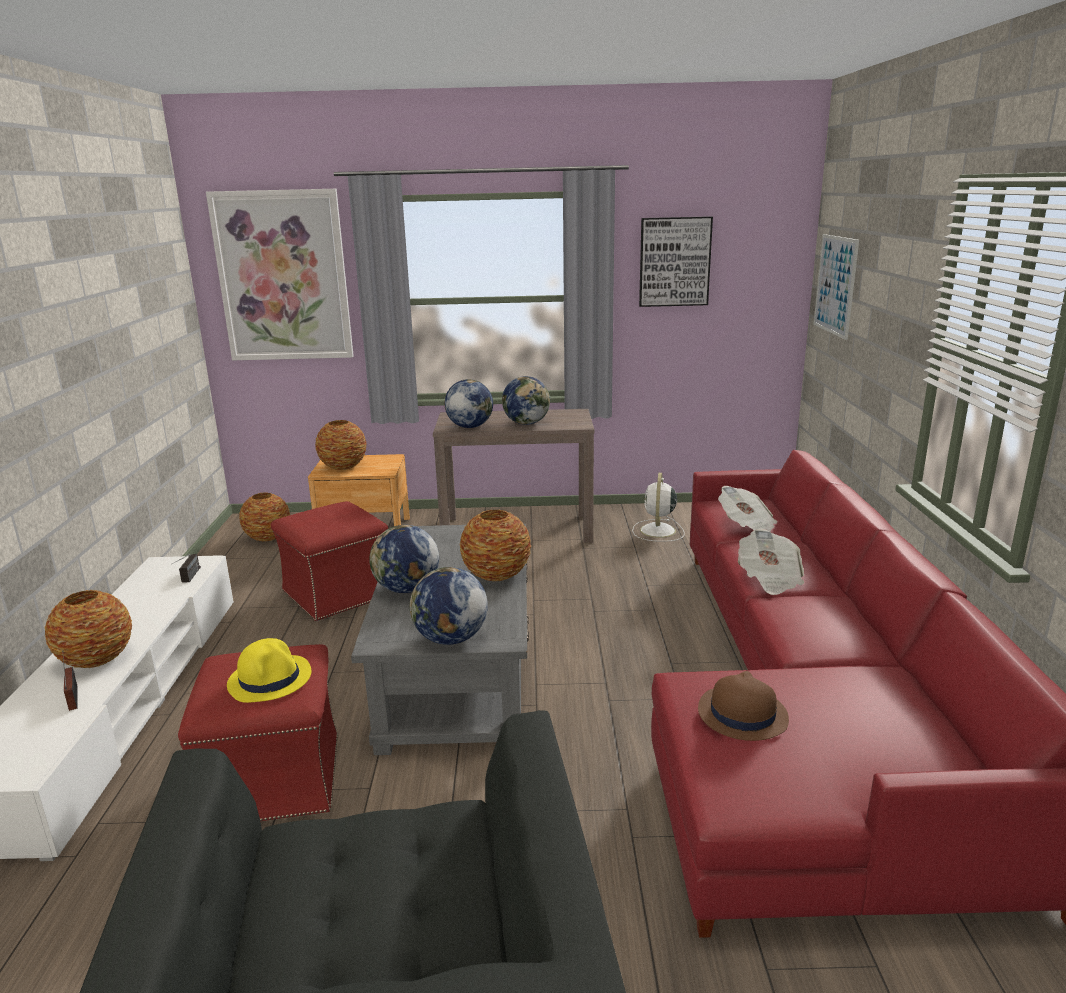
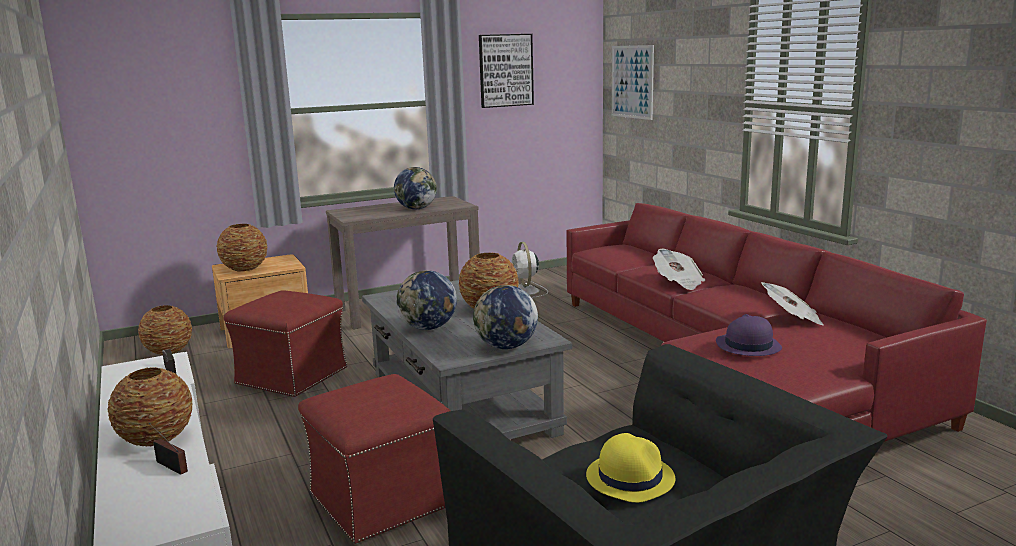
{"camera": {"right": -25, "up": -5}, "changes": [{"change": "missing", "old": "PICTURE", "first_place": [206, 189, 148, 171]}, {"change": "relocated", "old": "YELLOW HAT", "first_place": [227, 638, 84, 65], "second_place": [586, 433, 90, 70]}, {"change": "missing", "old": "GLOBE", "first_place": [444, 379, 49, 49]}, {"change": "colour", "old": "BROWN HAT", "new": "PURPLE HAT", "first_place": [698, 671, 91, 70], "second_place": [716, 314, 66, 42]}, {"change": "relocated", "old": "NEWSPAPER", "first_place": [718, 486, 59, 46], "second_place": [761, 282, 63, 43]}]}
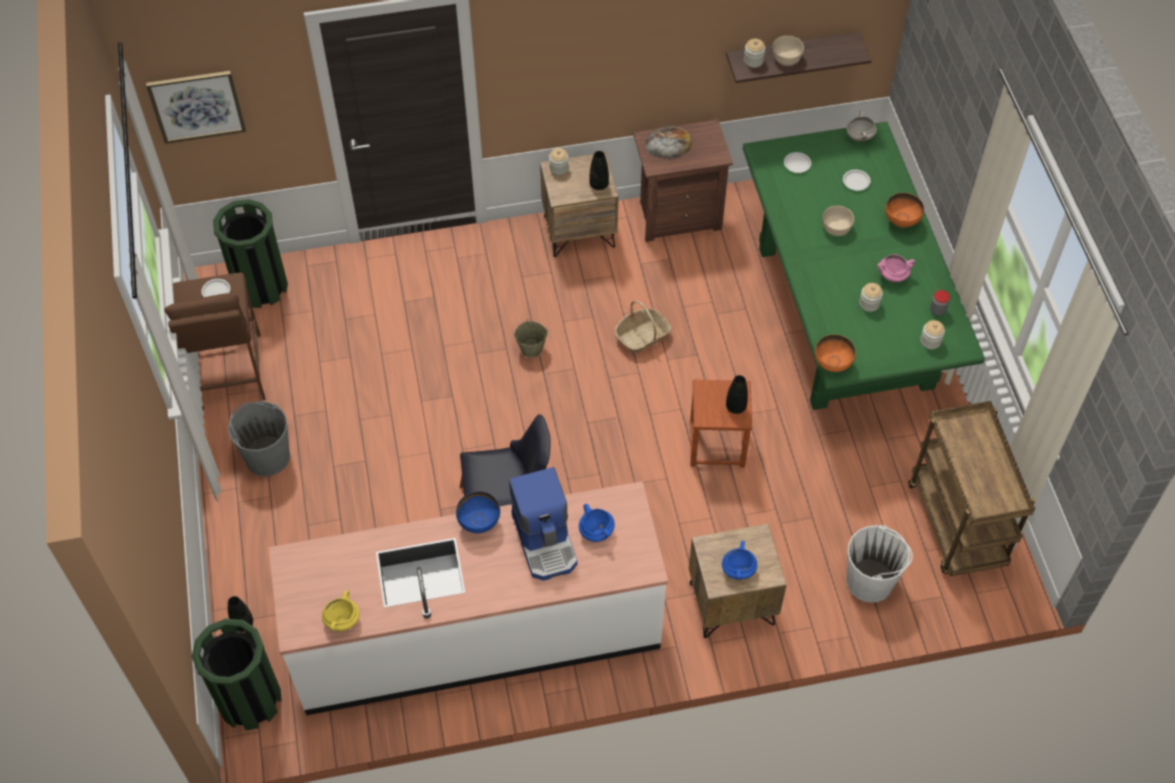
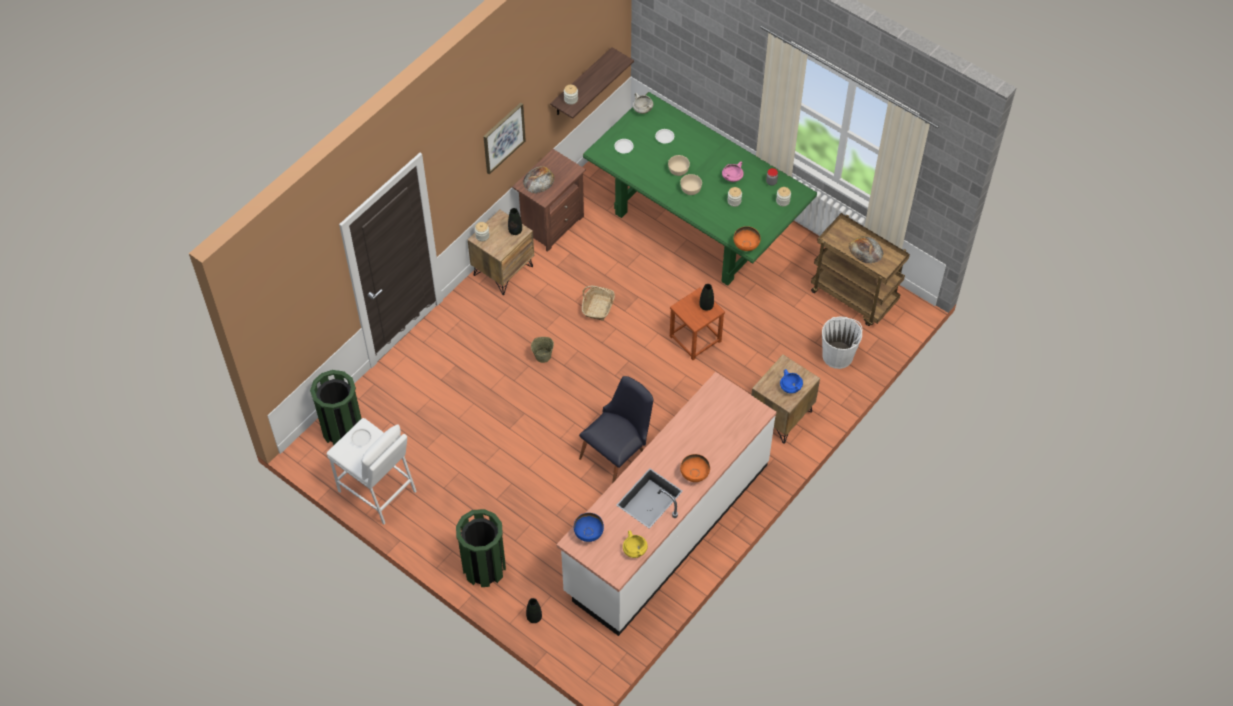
{"camera": {"right": -40, "up": 0}, "changes": [{"change": "relocated", "old": "PICTURE", "first_place": [146, 71, 100, 73], "second_place": [483, 103, 43, 71]}, {"change": "colour", "old": "BROWN STOOL", "new": "WHITE STOOL", "first_place": [164, 272, 102, 138], "second_place": [327, 418, 90, 106]}, {"change": "relocated", "old": "GREEN TRASH CAN", "first_place": [191, 619, 91, 111], "second_place": [456, 509, 50, 78]}, {"change": "missing", "old": "GREY BUCKET", "first_place": [228, 401, 62, 75]}, {"change": "relocated", "old": "BLUE BOWL", "first_place": [456, 491, 44, 42], "second_place": [574, 513, 30, 29]}, {"change": "missing", "old": "COFFEE MACHINE", "first_place": [509, 467, 68, 114]}, {"change": "missing", "old": "BLUE COOKING POT", "first_place": [579, 504, 36, 38]}, {"change": "relocated", "old": "BEIGE BOWL", "first_place": [773, 36, 31, 29], "second_place": [680, 174, 22, 21]}, {"change": "relocated", "old": "ORANGE BOWL", "first_place": [885, 193, 39, 35], "second_place": [680, 454, 30, 28]}, {"change": "appeared", "new": "BREAD", "second_place": [849, 236, 35, 28]}]}
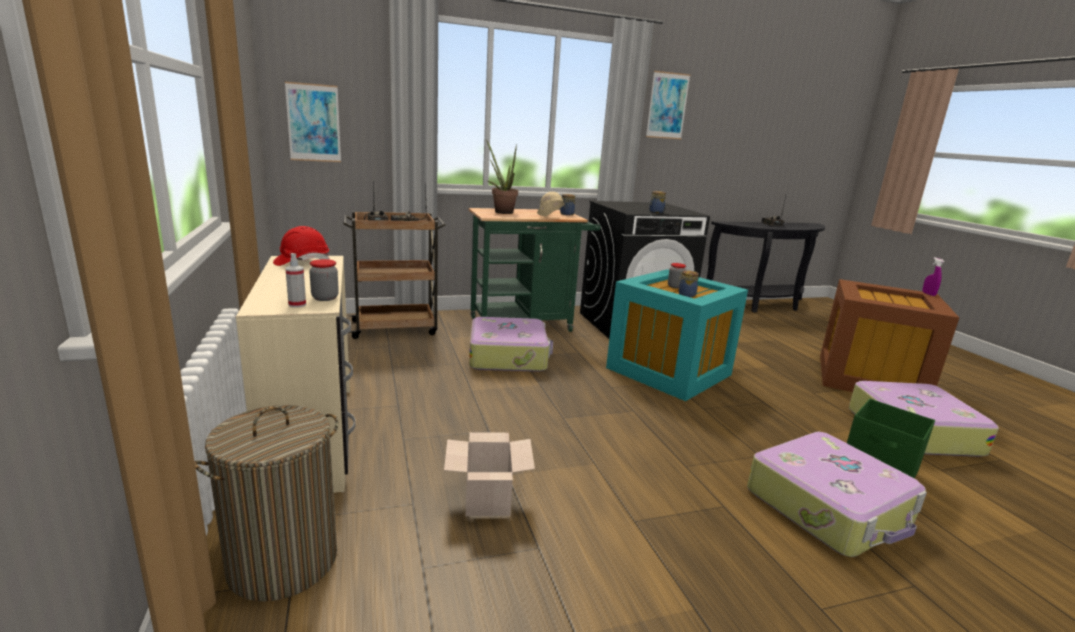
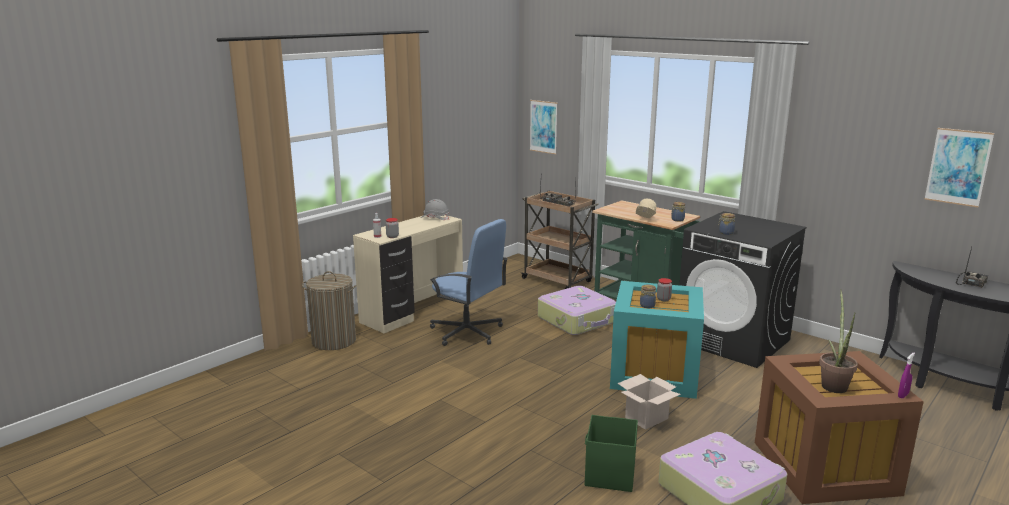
{"camera": {"right": 60, "up": 0}, "changes": [{"change": "colour", "old": "RED HARD HAT", "new": "GREY HARD HAT", "first_place": [273, 226, 57, 40], "second_place": [421, 199, 28, 21]}, {"change": "relocated", "old": "CARDBOARD BOX", "first_place": [444, 432, 91, 84], "second_place": [617, 374, 64, 56]}, {"change": "relocated", "old": "POTTED PLANT", "first_place": [486, 140, 32, 74], "second_place": [819, 289, 39, 104]}, {"change": "relocated", "old": "PICTURE", "first_place": [646, 71, 45, 68], "second_place": [924, 128, 70, 79]}, {"change": "missing", "old": "SUITCASE", "first_place": [747, 432, 180, 125]}, {"change": "appeared", "new": "BLUE OFFICE CHAIR", "second_place": [430, 219, 78, 127]}]}
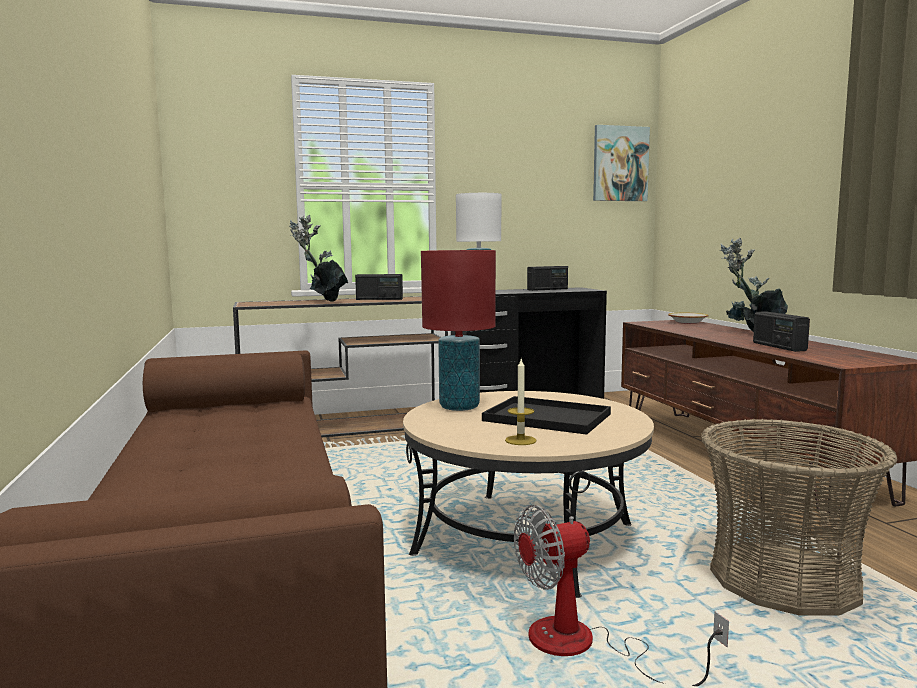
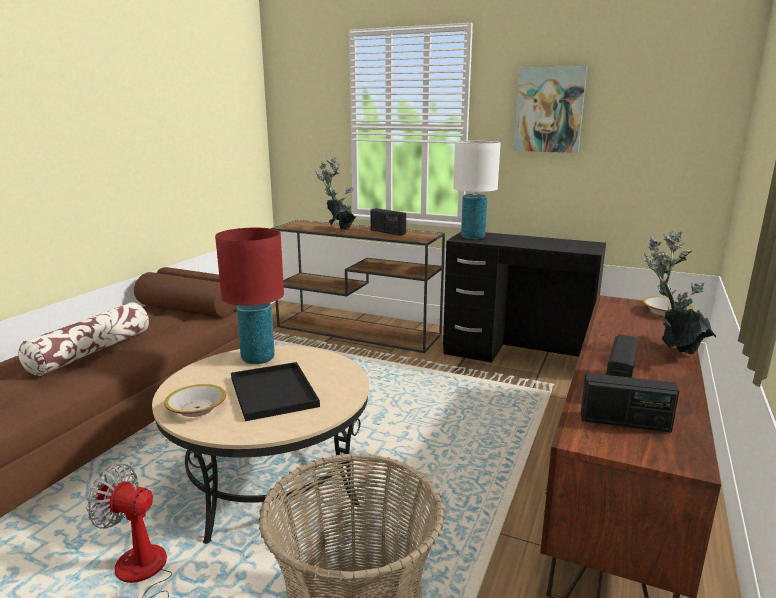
{"camera": {"right": 40, "up": 10}, "changes": [{"change": "exchanged", "old": "CANDLE", "new": "BOWL", "first_place": [505, 359, 31, 86], "second_place": [164, 384, 62, 33]}, {"change": "relocated", "old": "RADIO", "first_place": [527, 266, 41, 25], "second_place": [581, 373, 98, 60]}, {"change": "relocated", "old": "PICTURE", "first_place": [593, 125, 57, 76], "second_place": [513, 66, 74, 87]}, {"change": "appeared", "new": "PILLOW", "second_place": [18, 302, 131, 74]}]}
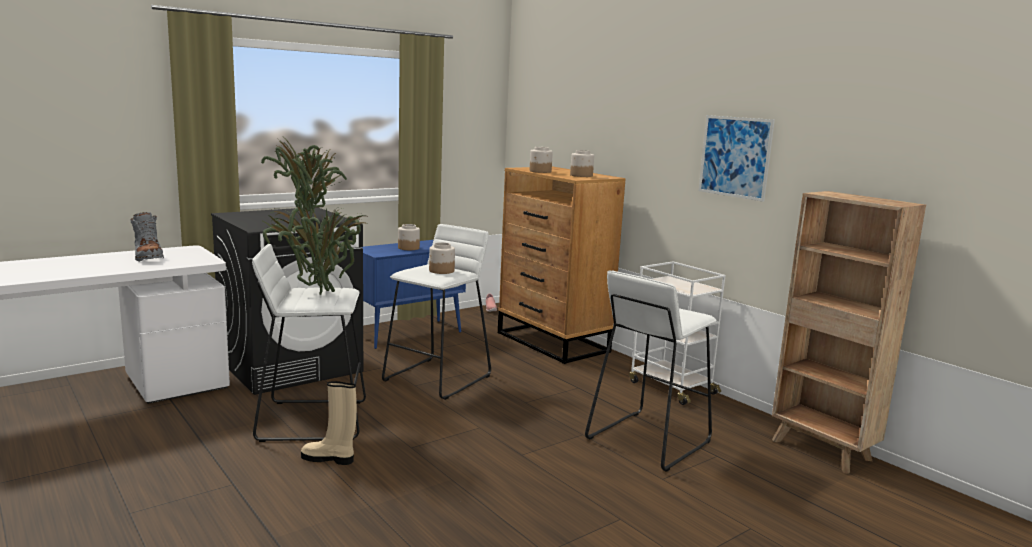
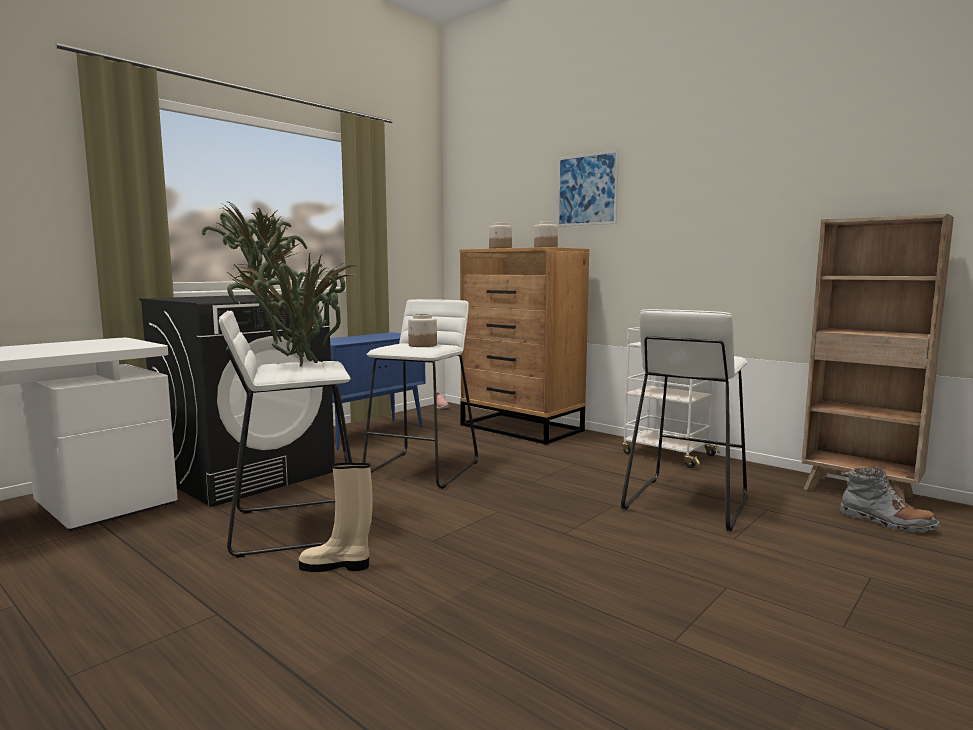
{"camera": {"right": -10, "up": -5}, "changes": [{"change": "relocated", "old": "GREY BOOT", "first_place": [130, 212, 34, 50], "second_place": [840, 465, 100, 68]}, {"change": "missing", "old": "JAR", "first_place": [398, 224, 22, 26]}, {"change": "relocated", "old": "PICTURE", "first_place": [699, 115, 76, 87], "second_place": [557, 150, 62, 77]}]}
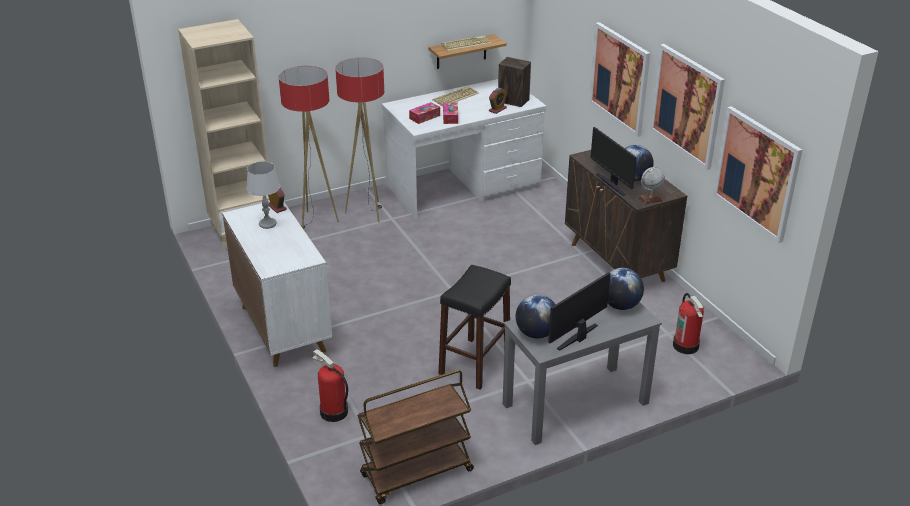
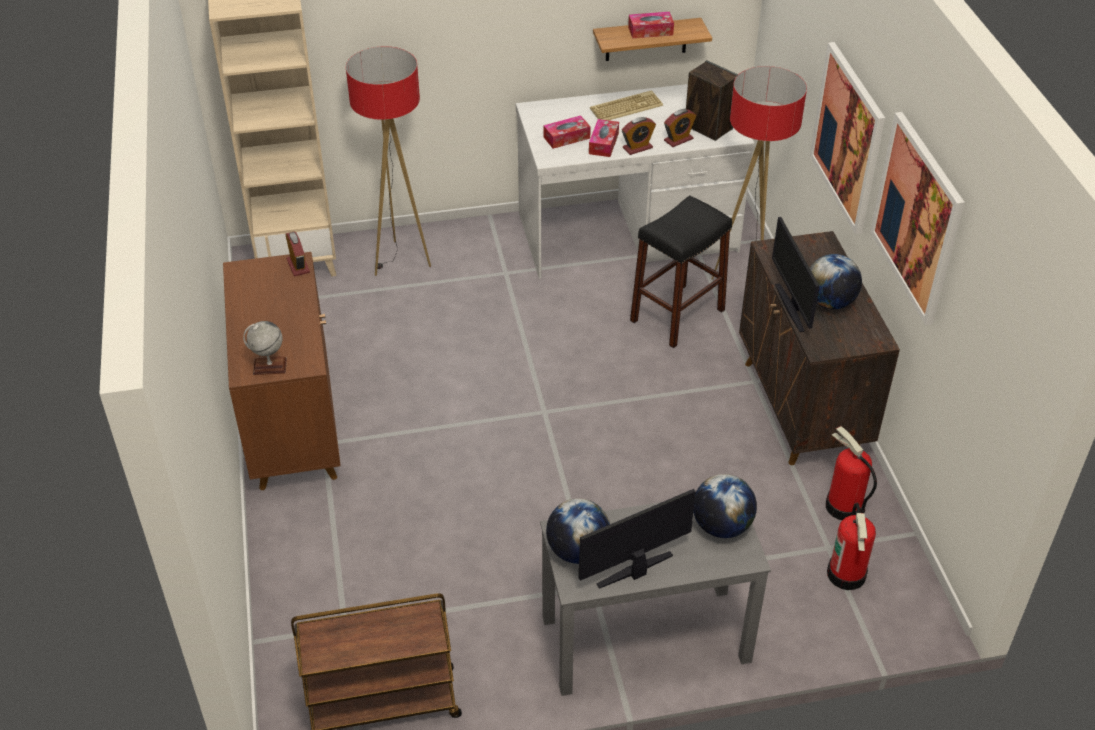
{"camera": {"right": 15, "up": 10}, "changes": [{"change": "colour", "old": "WHITE CABINET", "new": "BROWN CABINET", "first_place": [222, 201, 110, 166], "second_place": [223, 252, 118, 238]}, {"change": "missing", "old": "GREY TABLE LAMP", "first_place": [246, 161, 34, 68]}, {"change": "relocated", "old": "FIRE EXTINGUISHER", "first_place": [312, 349, 36, 73], "second_place": [826, 426, 51, 94]}, {"change": "relocated", "old": "FLOOR LAMP", "first_place": [335, 58, 49, 164], "second_place": [712, 66, 95, 214]}, {"change": "relocated", "old": "BLACK STOOL", "first_place": [438, 265, 73, 124], "second_place": [630, 195, 102, 153]}, {"change": "exchanged", "old": "KEYBOARD", "new": "TISSUE BOX", "first_place": [441, 36, 50, 15], "second_place": [628, 12, 46, 26]}, {"change": "relocated", "old": "GLOBE", "first_place": [638, 167, 27, 38], "second_place": [243, 321, 44, 54]}, {"change": "missing", "old": "PICTURE", "first_place": [713, 106, 89, 137]}, {"change": "appeared", "new": "ALARM CLOCK", "second_place": [622, 117, 34, 38]}]}
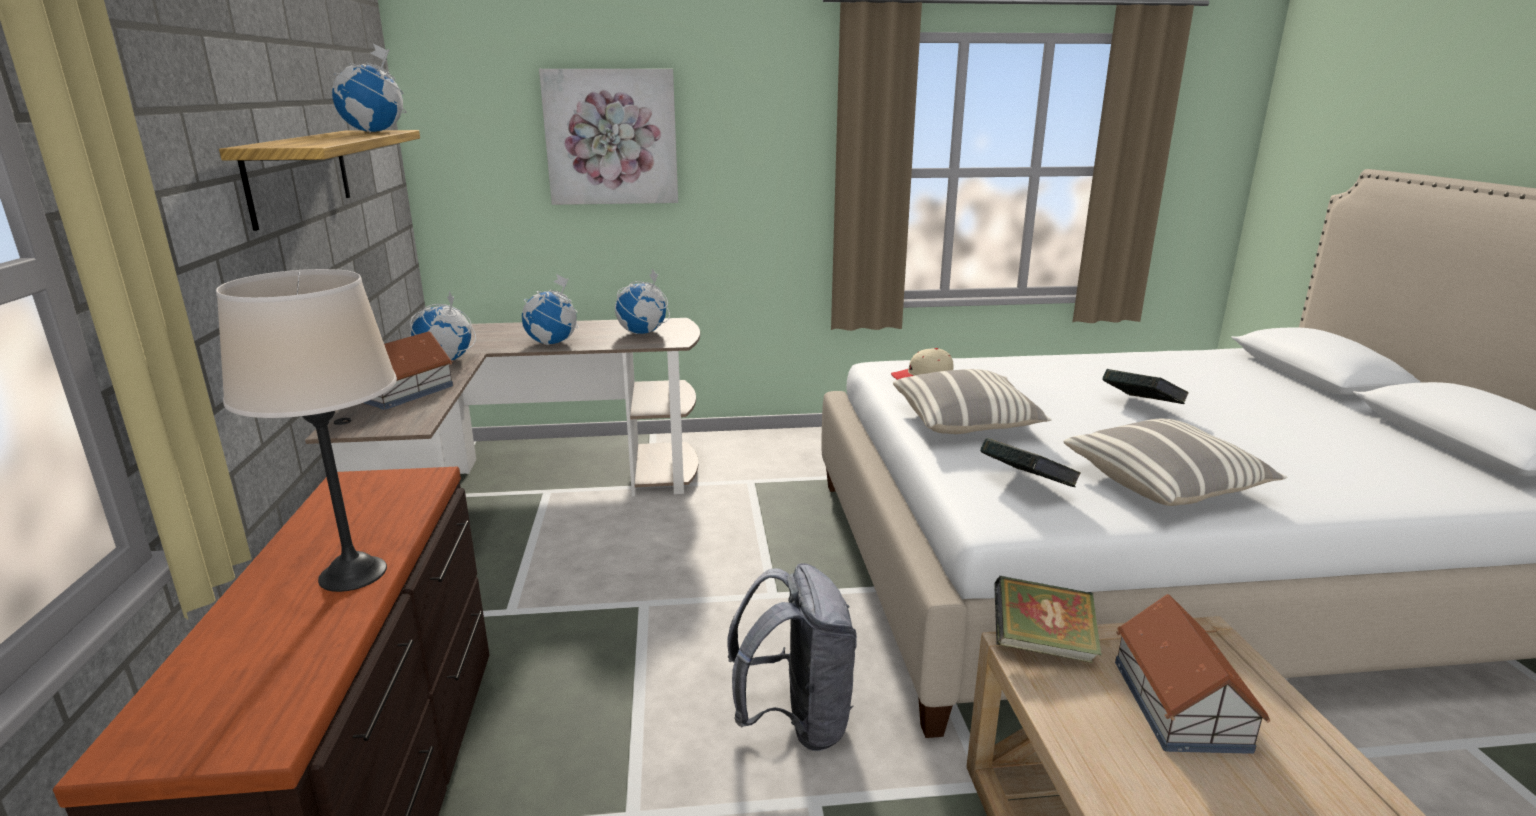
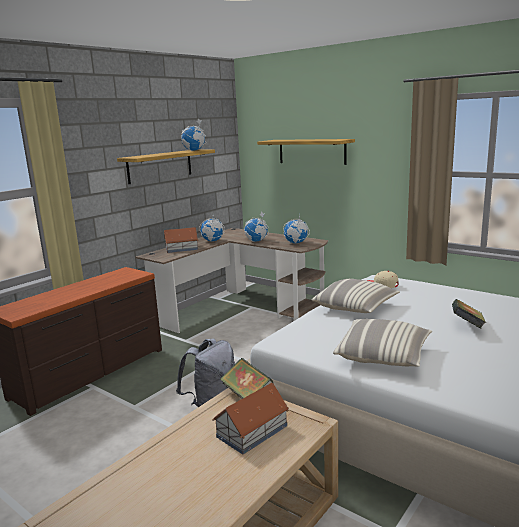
{"camera": {"right": 45, "up": -5}, "changes": [{"change": "missing", "old": "BEIGE TABLE LAMP", "first_place": [216, 269, 181, 323]}, {"change": "exchanged", "old": "PICTURE", "new": "SHELF", "first_place": [539, 69, 139, 136], "second_place": [257, 139, 98, 26]}, {"change": "missing", "old": "BOOK", "first_place": [980, 438, 101, 49]}]}
